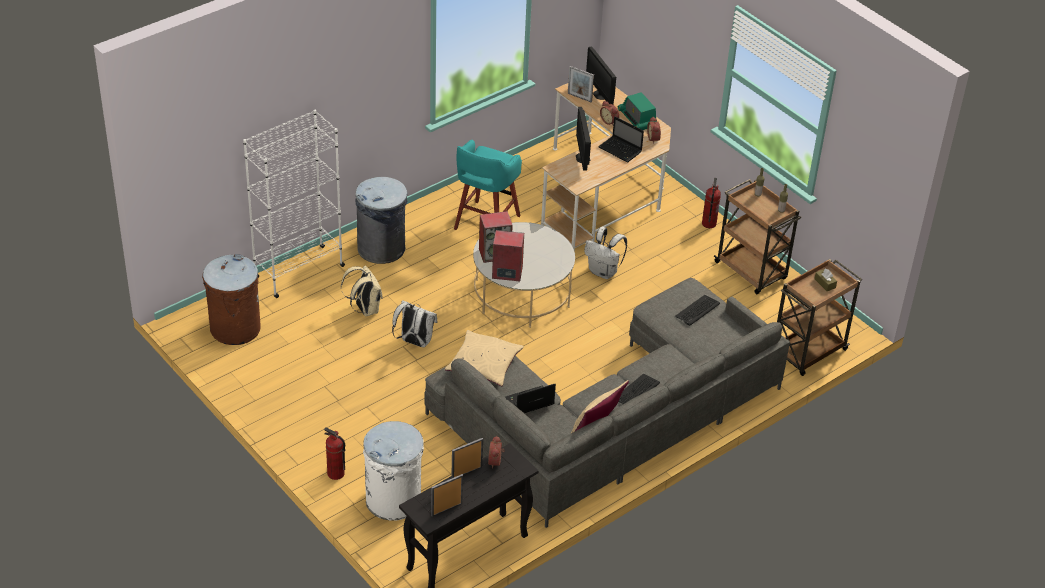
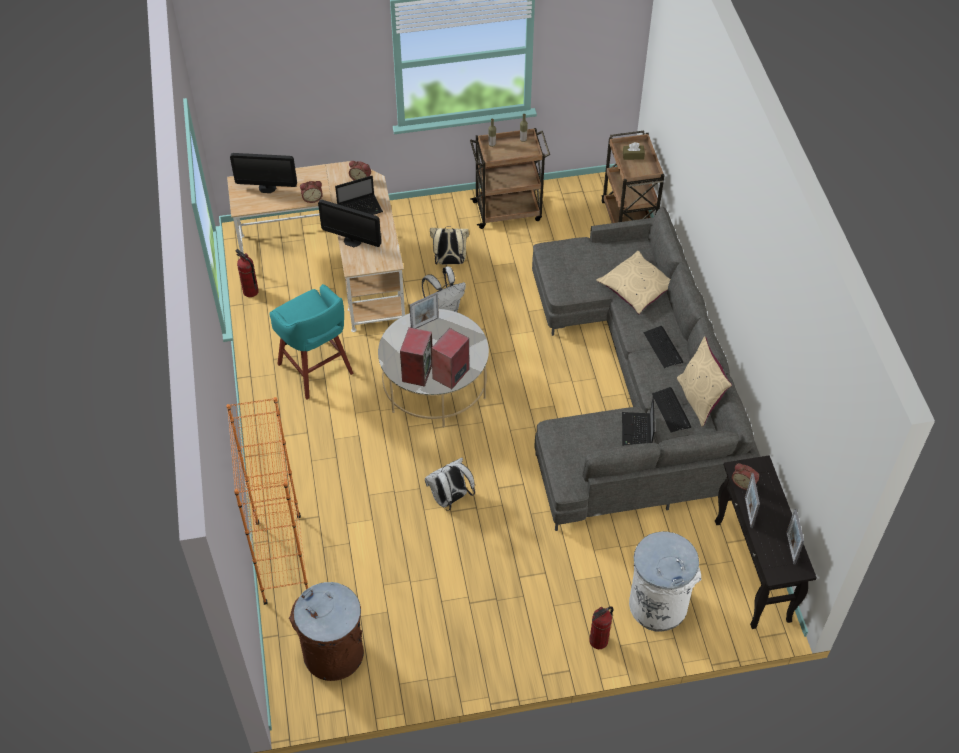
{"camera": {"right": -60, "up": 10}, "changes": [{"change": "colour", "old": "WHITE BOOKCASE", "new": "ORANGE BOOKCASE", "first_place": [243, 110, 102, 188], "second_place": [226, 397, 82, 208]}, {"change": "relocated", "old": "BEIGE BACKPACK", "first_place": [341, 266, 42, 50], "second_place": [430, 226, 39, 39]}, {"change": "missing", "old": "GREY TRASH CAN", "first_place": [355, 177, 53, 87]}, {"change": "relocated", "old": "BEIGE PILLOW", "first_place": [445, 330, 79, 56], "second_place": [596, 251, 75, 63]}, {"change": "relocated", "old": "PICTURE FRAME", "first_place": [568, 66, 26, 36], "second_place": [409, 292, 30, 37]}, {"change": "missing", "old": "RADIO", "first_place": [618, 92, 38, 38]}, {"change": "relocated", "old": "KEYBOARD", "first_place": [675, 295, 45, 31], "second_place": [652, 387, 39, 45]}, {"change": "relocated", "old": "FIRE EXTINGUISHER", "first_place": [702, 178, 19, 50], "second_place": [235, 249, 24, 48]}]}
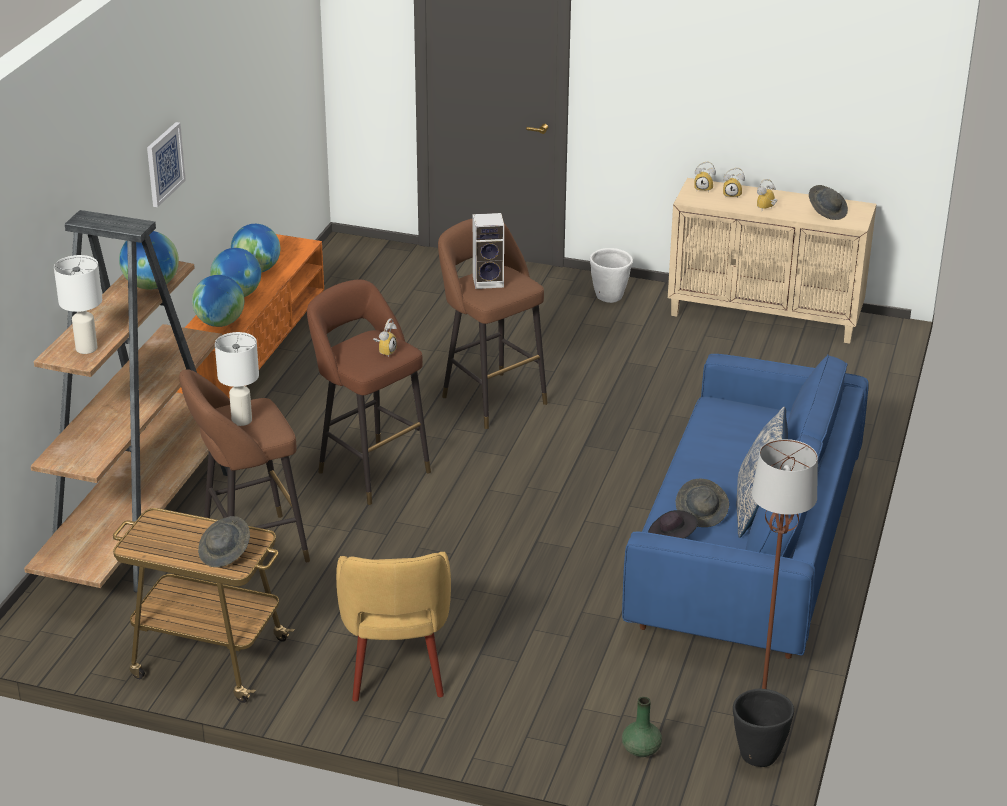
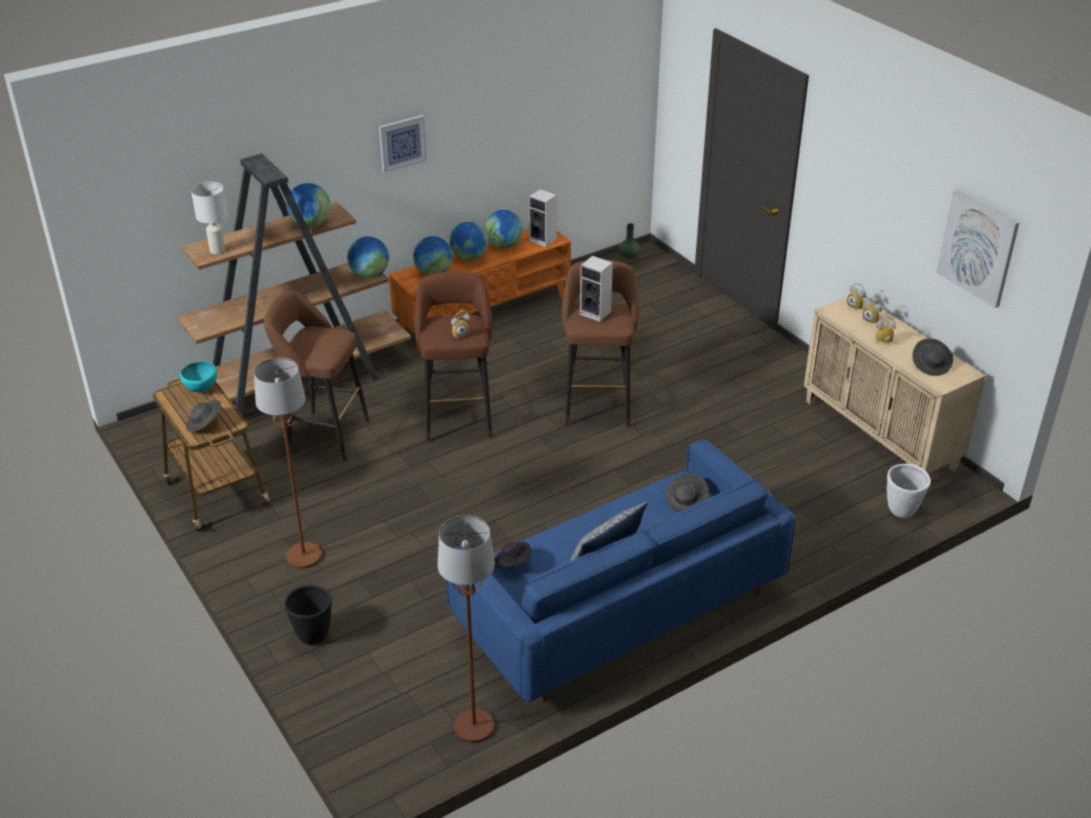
{"camera": {"right": 40, "up": 5}, "changes": [{"change": "missing", "old": "WHITE TABLE LAMP", "first_place": [215, 332, 44, 94]}, {"change": "exchanged", "old": "YELLOW ARMCHAIR", "new": "BROWN FLOOR LAMP", "first_place": [336, 552, 115, 150], "second_place": [254, 358, 68, 211]}, {"change": "relocated", "old": "WHITE PLANTER", "first_place": [590, 248, 43, 55], "second_place": [887, 464, 44, 54]}, {"change": "relocated", "old": "GREEN VASE", "first_place": [622, 697, 40, 60], "second_place": [619, 223, 21, 35]}, {"change": "relocated", "old": "GREY HAT", "first_place": [676, 479, 53, 48], "second_place": [666, 473, 43, 39]}, {"change": "relocated", "old": "BLACK PLANTER", "first_place": [733, 689, 61, 78], "second_place": [284, 585, 48, 60]}, {"change": "appeared", "new": "TURQUOISE BOWL", "second_place": [180, 361, 37, 31]}, {"change": "appeared", "new": "GLOBE", "second_place": [347, 237, 42, 41]}, {"change": "appeared", "new": "SPEAKER", "second_place": [529, 189, 28, 58]}, {"change": "appeared", "new": "PICTURE", "second_place": [936, 190, 83, 118]}]}
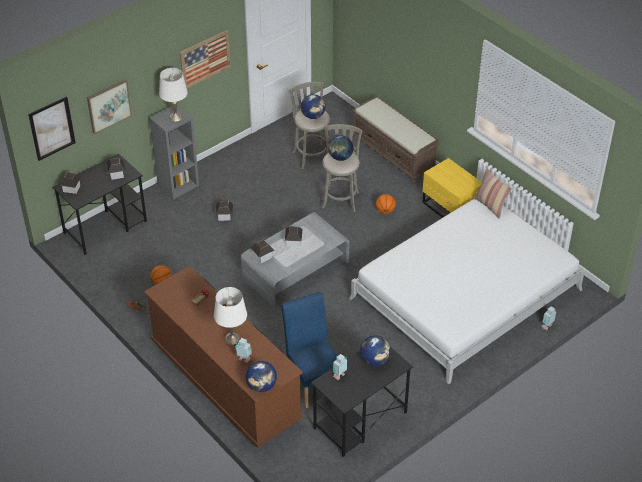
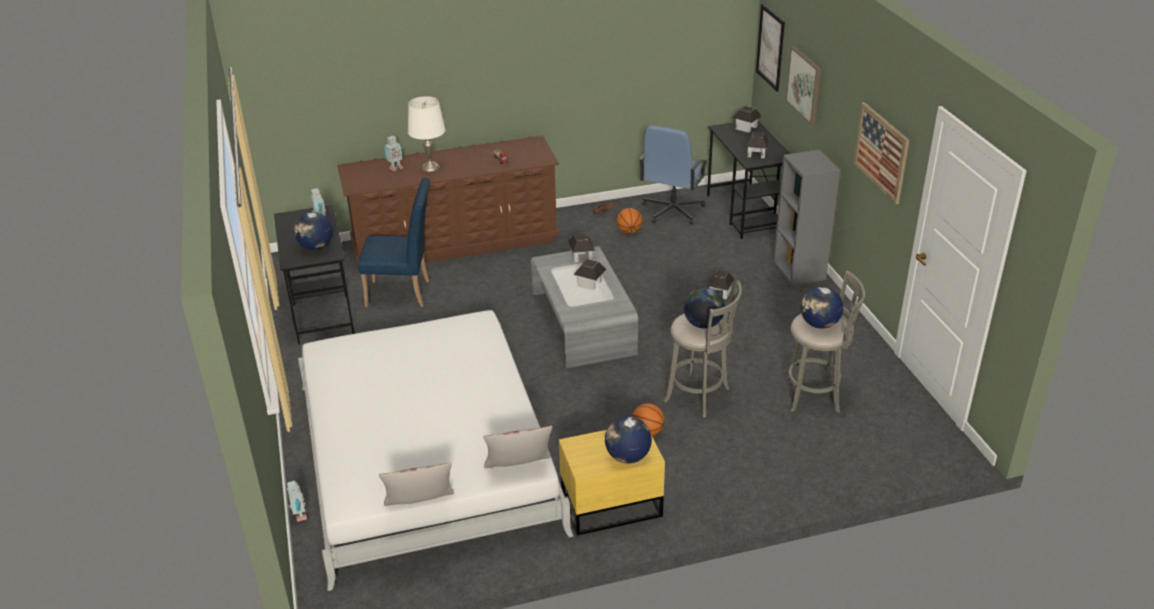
{"camera": {"right": 115, "up": -10}, "changes": [{"change": "missing", "old": "WHITE TABLE LAMP", "first_place": [159, 68, 29, 54]}, {"change": "relocated", "old": "GLOBE", "first_place": [246, 361, 31, 31], "second_place": [605, 416, 47, 47]}, {"change": "missing", "old": "BROWN BENCH", "first_place": [352, 96, 88, 88]}, {"change": "appeared", "new": "PILLOW", "second_place": [379, 462, 75, 44]}, {"change": "appeared", "new": "BLUE OFFICE CHAIR", "second_place": [639, 126, 68, 98]}]}
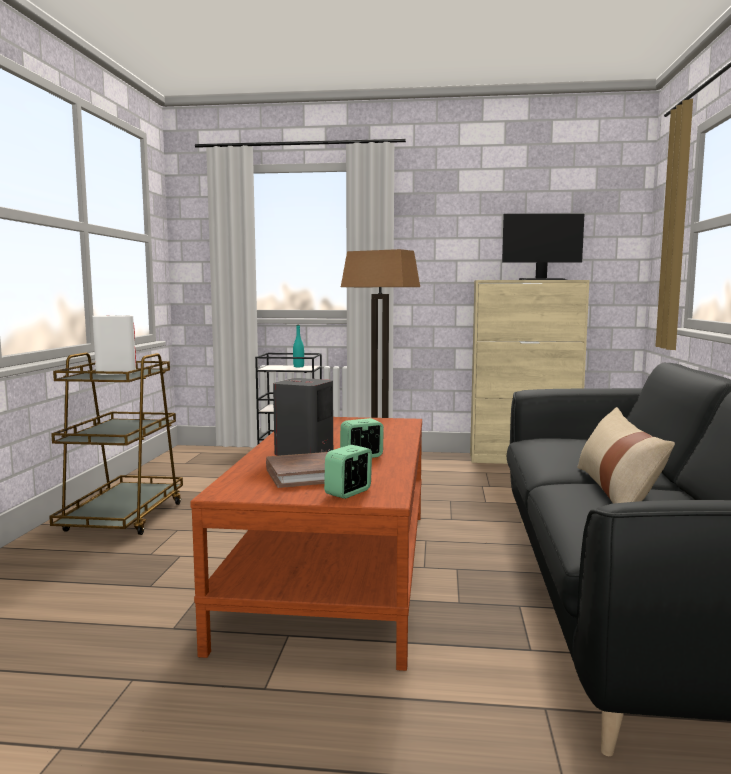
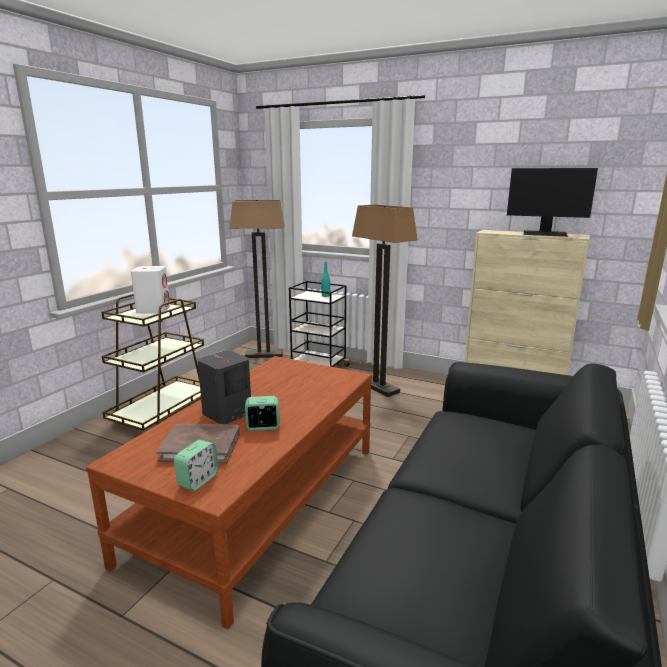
{"camera": {"right": 20, "up": 10}, "changes": [{"change": "spun", "old": "ALARM CLOCK", "first_place": [324, 445, 48, 54], "second_place": [174, 440, 44, 51], "degrees": 150}, {"change": "missing", "old": "BEIGE PILLOW", "first_place": [577, 407, 98, 97]}, {"change": "appeared", "new": "FLOOR LAMP", "second_place": [230, 200, 55, 158]}]}
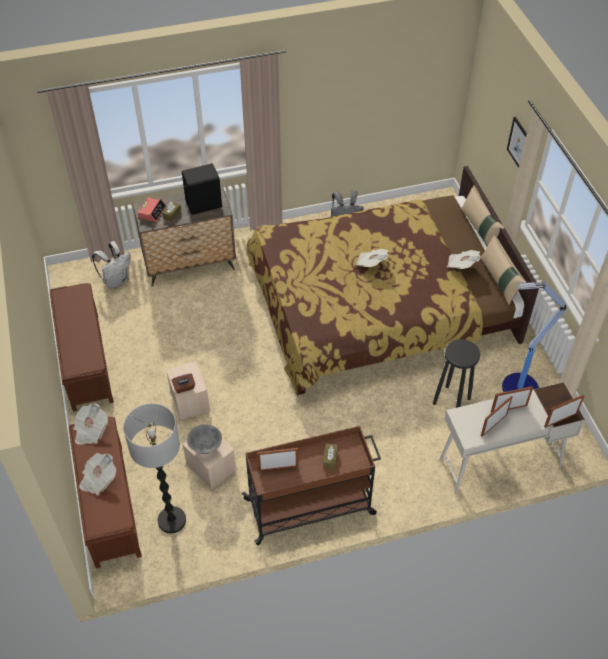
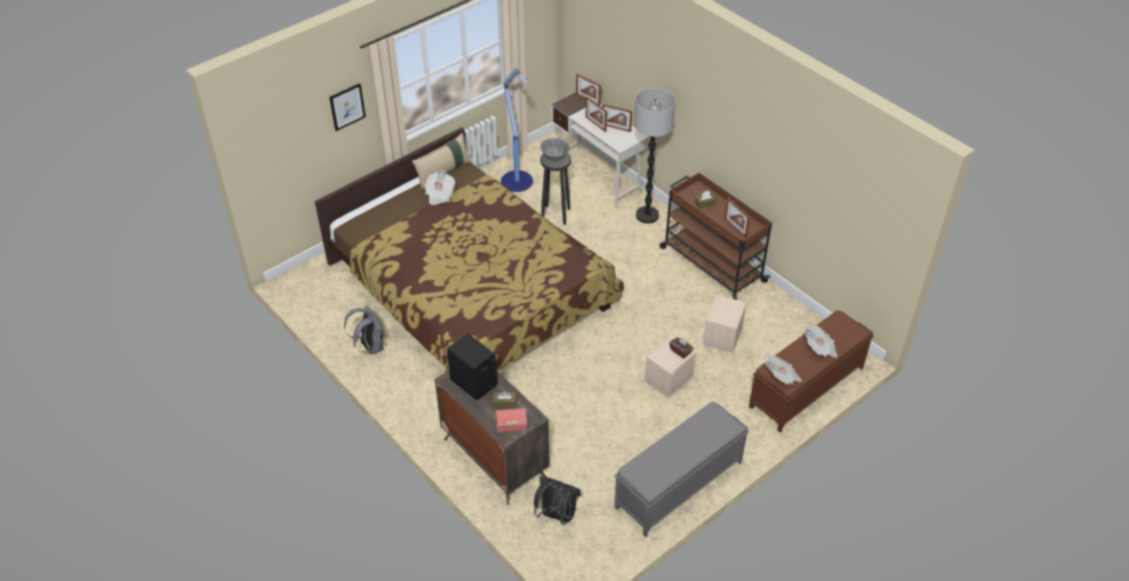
{"camera": {"right": -115, "up": -5}, "changes": [{"change": "colour", "old": "BROWN BENCH", "new": "GREY BENCH", "first_place": [49, 283, 65, 129], "second_place": [614, 402, 135, 135]}, {"change": "colour", "old": "WHITE BACKPACK", "new": "BLACK BACKPACK", "first_place": [92, 241, 39, 48], "second_place": [534, 476, 47, 49]}, {"change": "relocated", "old": "FLOOR LAMP", "first_place": [123, 403, 63, 130], "second_place": [634, 88, 42, 136]}, {"change": "relocated", "old": "GREY BOWL", "first_place": [187, 425, 35, 29], "second_place": [540, 138, 29, 23]}, {"change": "missing", "old": "NEWSPAPER", "first_place": [356, 249, 32, 18]}, {"change": "missing", "old": "BEIGE PILLOW", "first_place": [460, 185, 45, 62]}]}
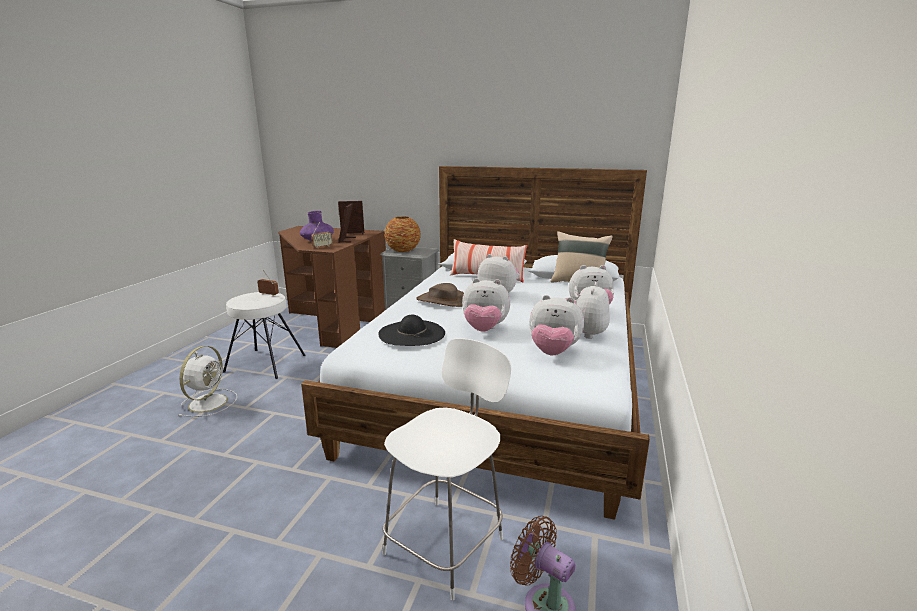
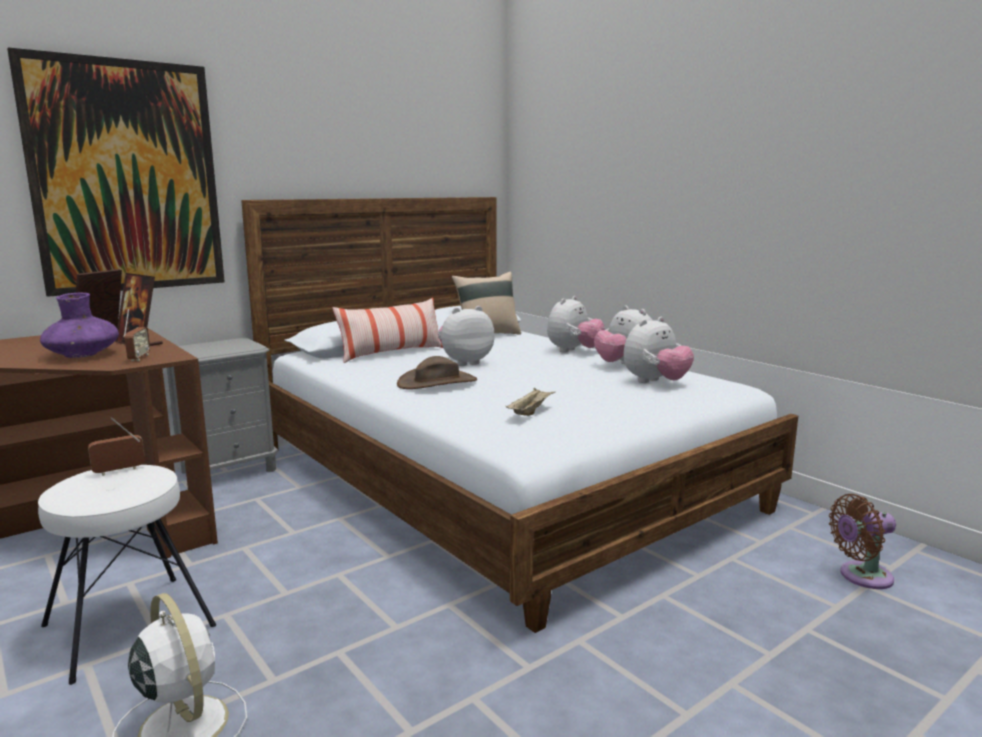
{"camera": {"right": -55, "up": -5}, "changes": [{"change": "exchanged", "old": "BLACK HAT", "new": "BEIGE TRAY", "first_place": [378, 315, 67, 31], "second_place": [506, 388, 50, 28]}, {"change": "missing", "old": "WHITE CHAIR", "first_place": [382, 338, 129, 262]}, {"change": "missing", "old": "VASE", "first_place": [384, 216, 37, 36]}, {"change": "missing", "old": "PLUSH TOY", "first_place": [462, 278, 48, 54]}, {"change": "appeared", "new": "PICTURE", "second_place": [7, 47, 218, 250]}]}
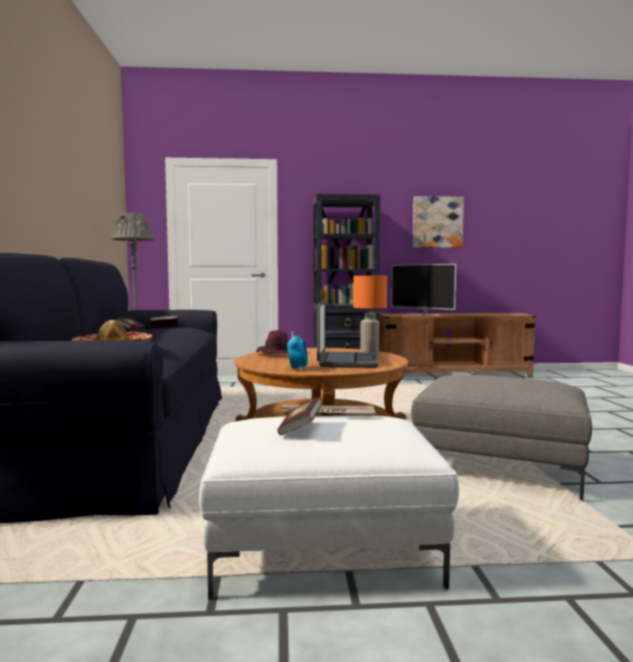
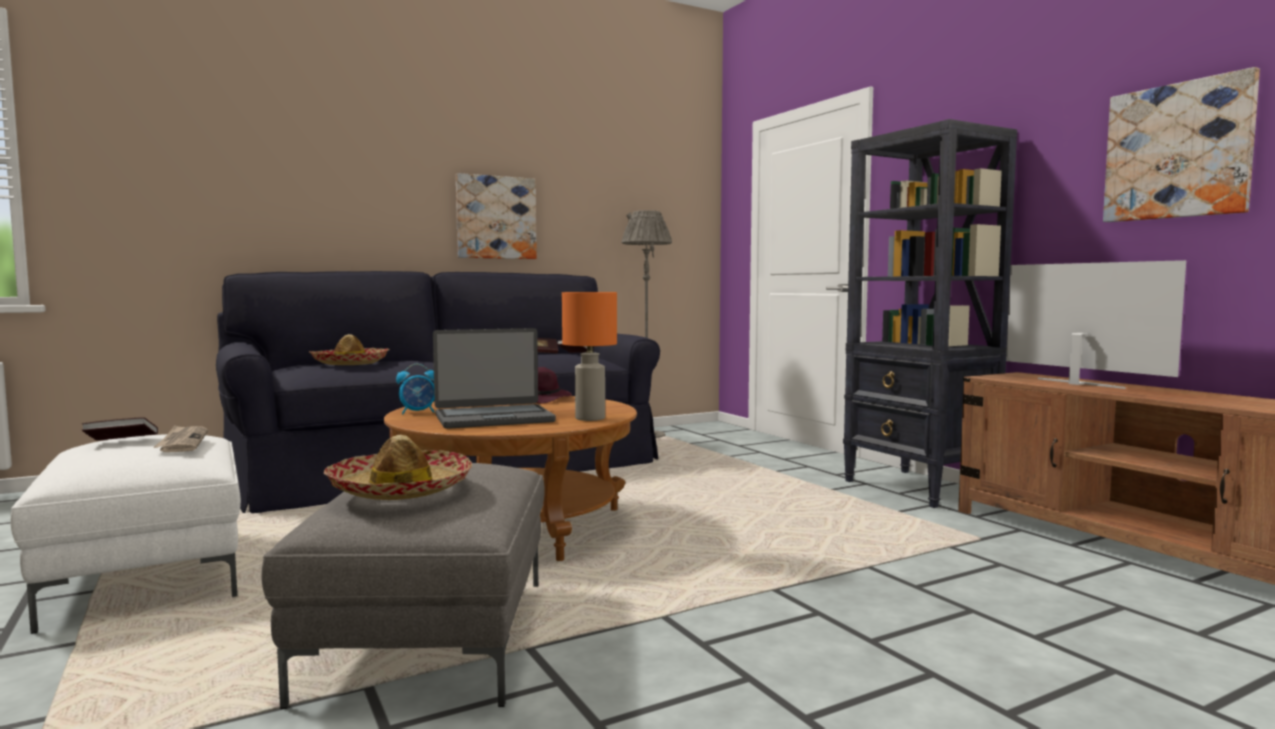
{"camera": {"right": 65, "up": 0}, "changes": [{"change": "spun", "old": "TELEVISION", "first_place": [391, 264, 65, 51], "second_place": [1006, 260, 180, 129], "degrees": 135}, {"change": "appeared", "new": "HAT", "second_place": [324, 435, 148, 65]}, {"change": "appeared", "new": "PICTURE", "second_place": [456, 173, 81, 86]}]}
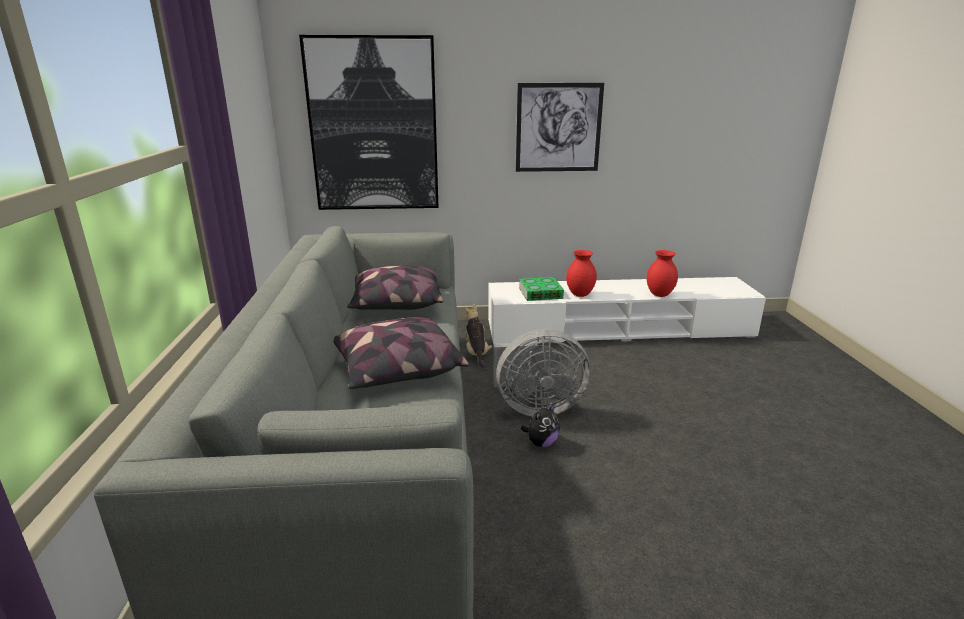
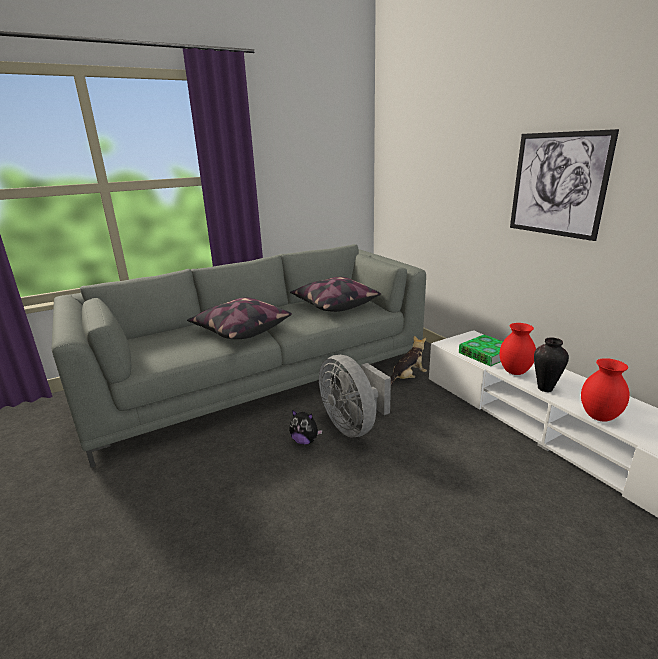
{"camera": {"right": 65, "up": 0}, "changes": [{"change": "missing", "old": "PICTURE", "first_place": [299, 35, 140, 175]}, {"change": "appeared", "new": "VASE", "second_place": [534, 338, 35, 54]}]}
